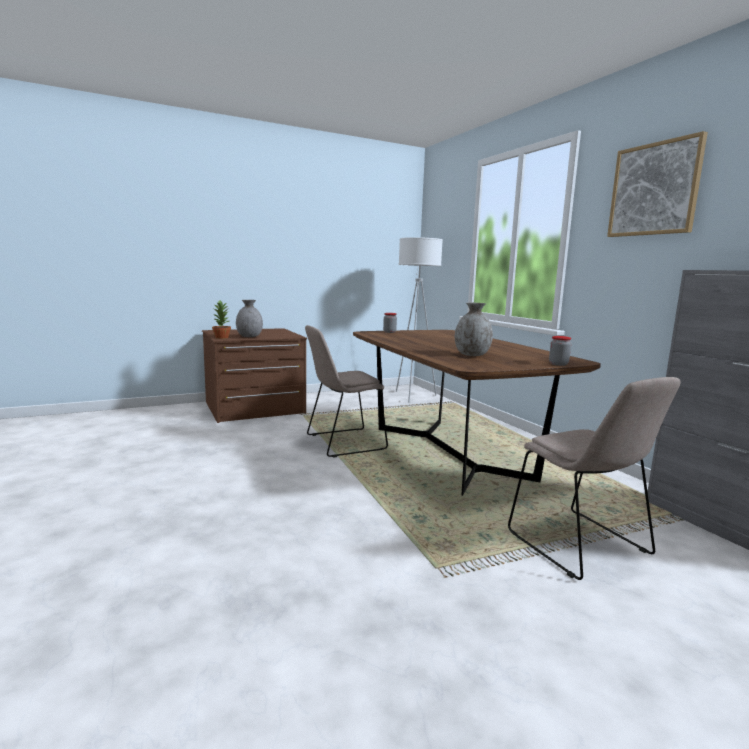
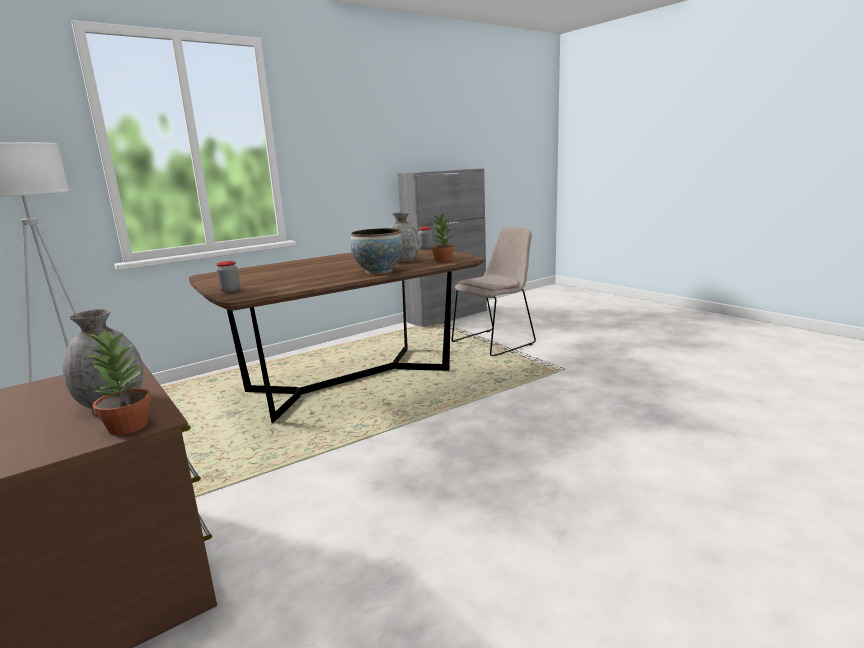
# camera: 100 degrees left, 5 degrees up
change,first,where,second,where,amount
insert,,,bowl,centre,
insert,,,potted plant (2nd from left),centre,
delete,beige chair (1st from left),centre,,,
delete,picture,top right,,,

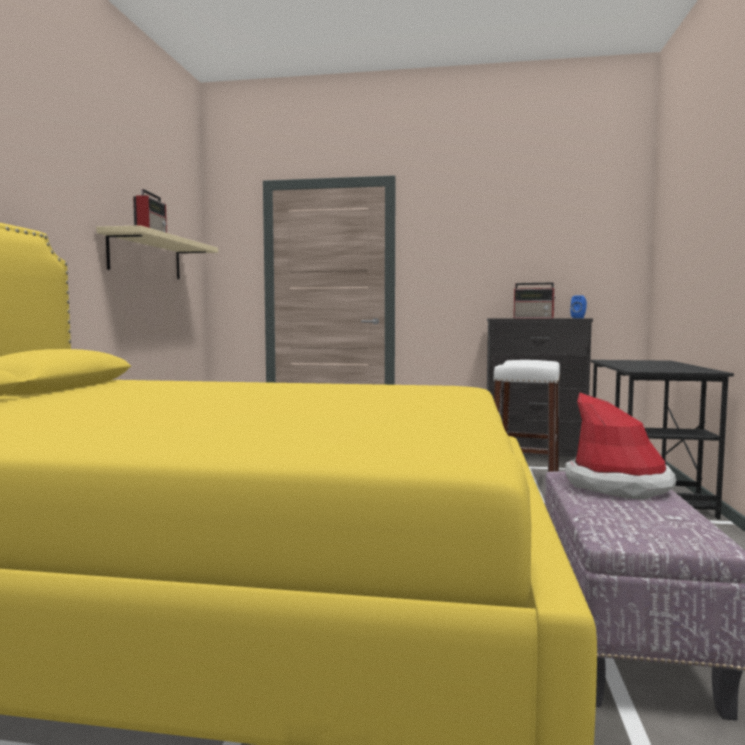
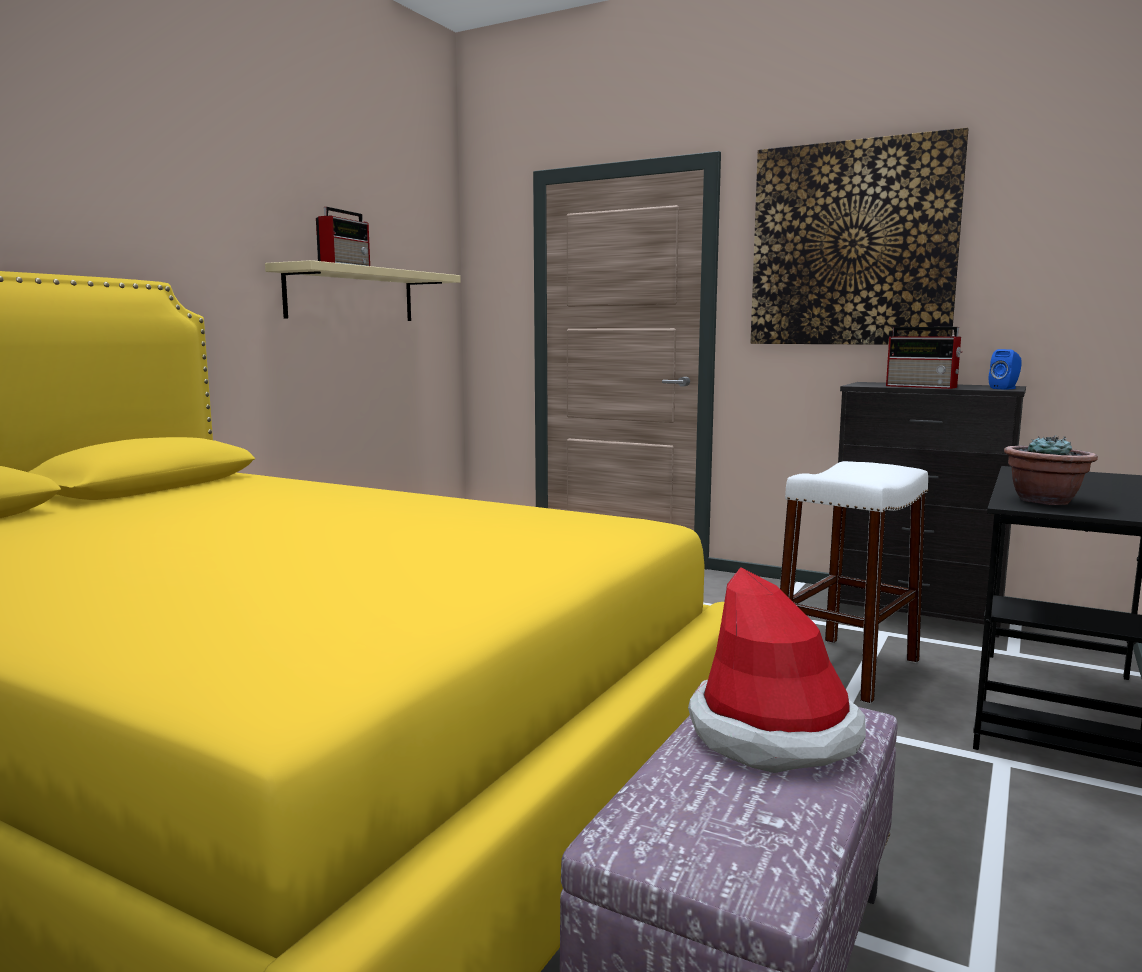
# camera: 20 degrees right, 5 degrees up
change,first,where,second,where,amount
insert,,,picture,top right,
insert,,,potted plant,middle right,

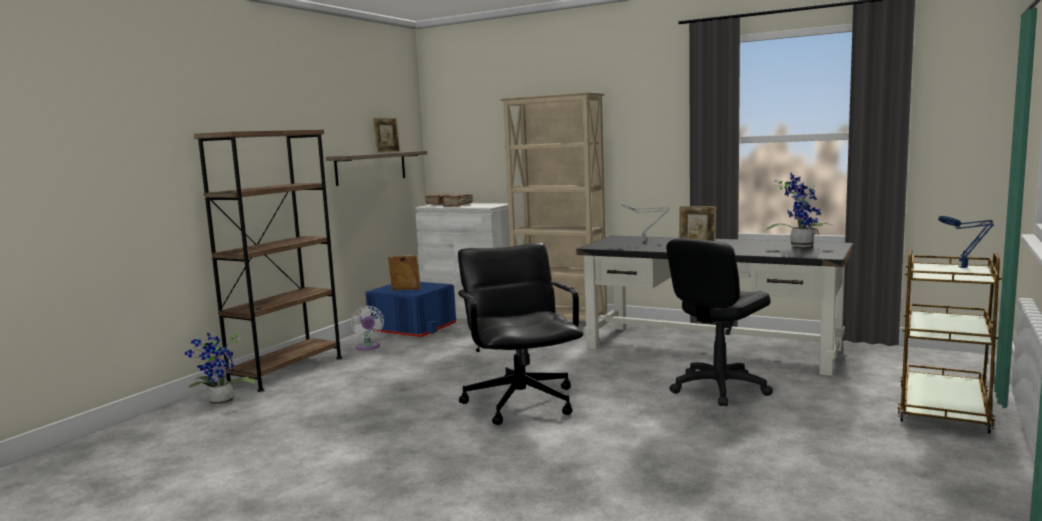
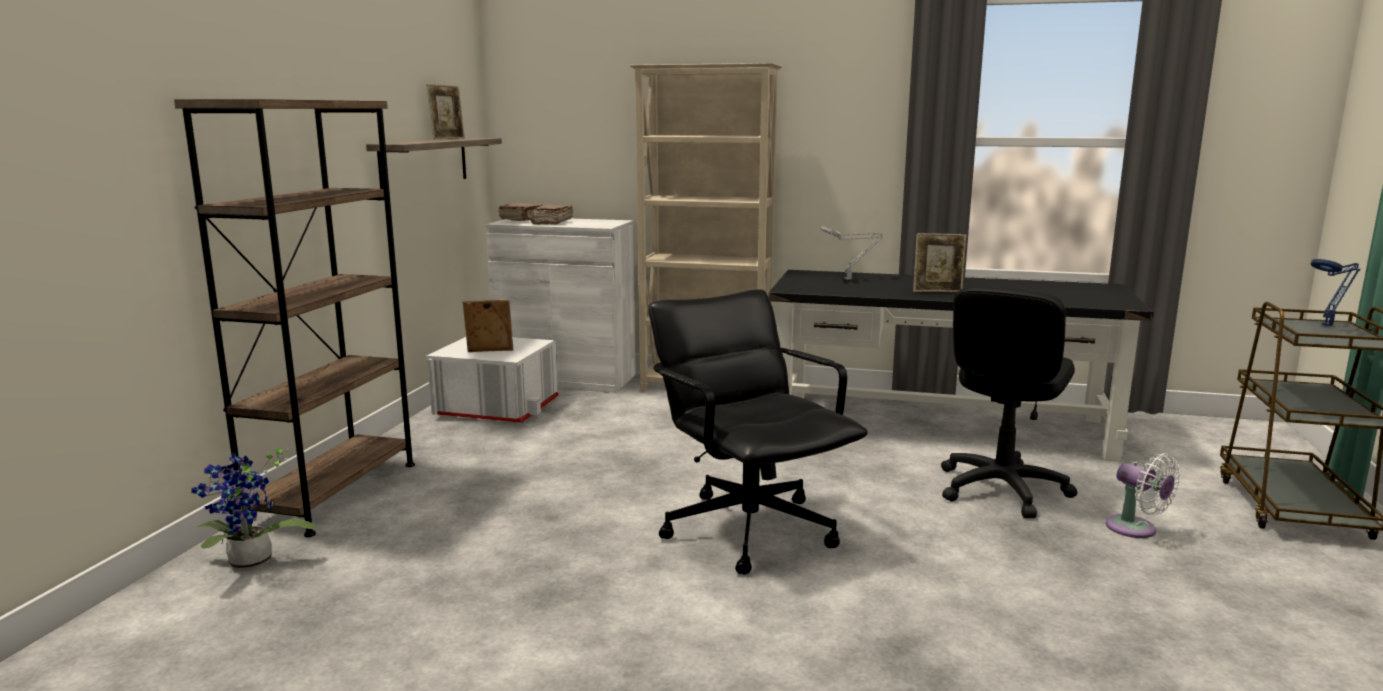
# camera: 15 degrees left, 5 degrees up
change,first,where,second,where,amount
recolor,blue storage box,centre,white storage box,centre,
move,white fan,centre,,bottom right,
delete,potted plant (2nd from left),middle right,,,

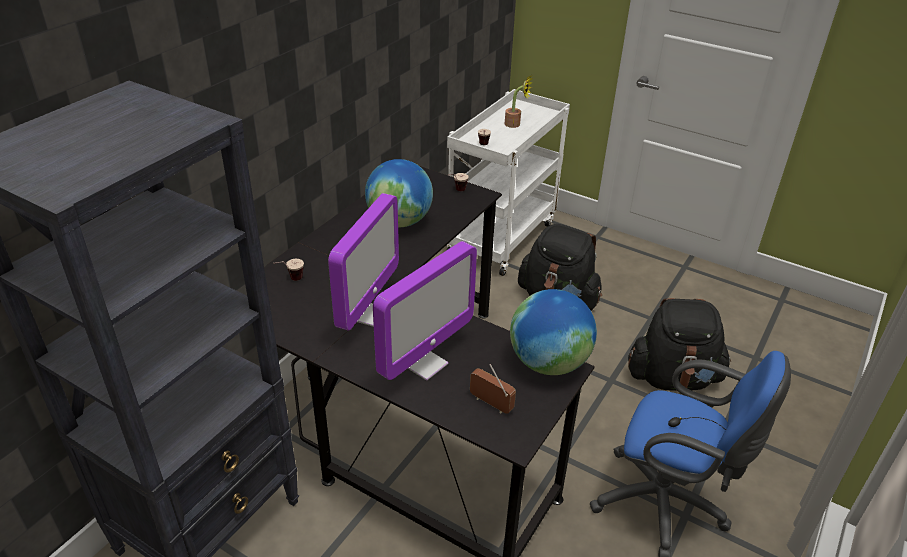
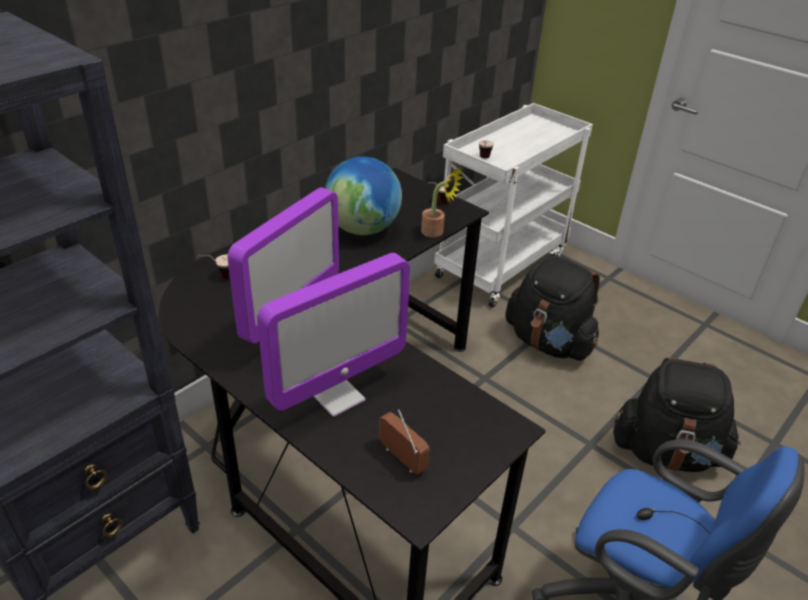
# camera: 10 degrees right, 0 degrees up
change,first,where,second,where,amount
move,potted plant,top centre,,centre,
delete,globe (2nd from left),centre,,,

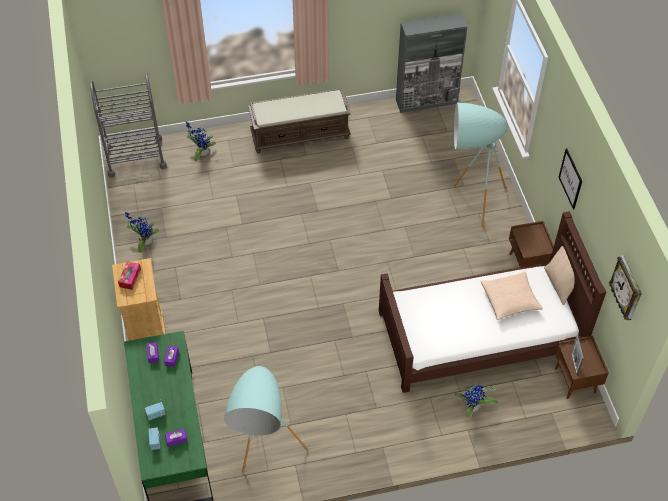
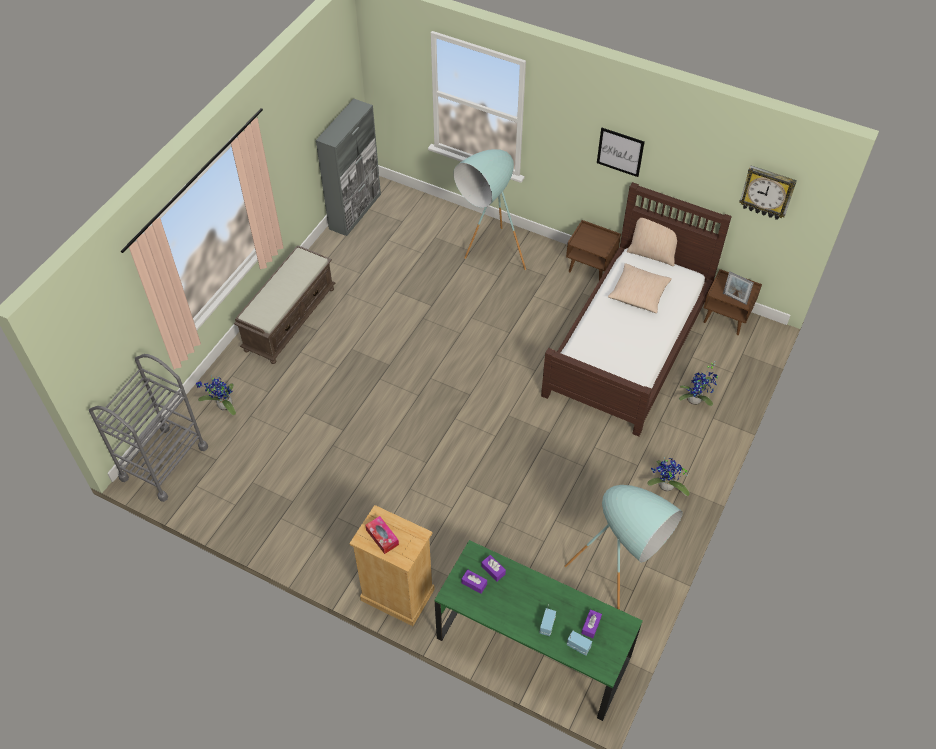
# camera: 50 degrees left, 0 degrees up
change,first,where,second,where,amount
move,potted plant (1st from left in the first image),middle left,potted plant (2nd from left),middle right,

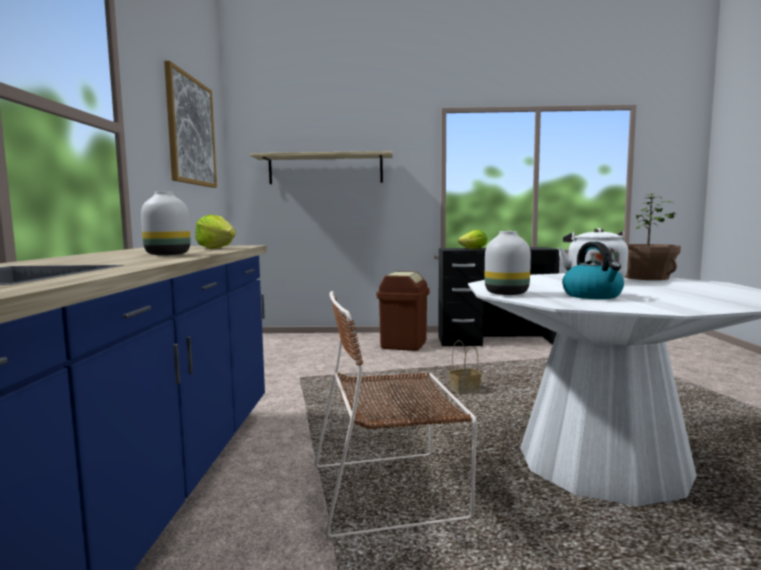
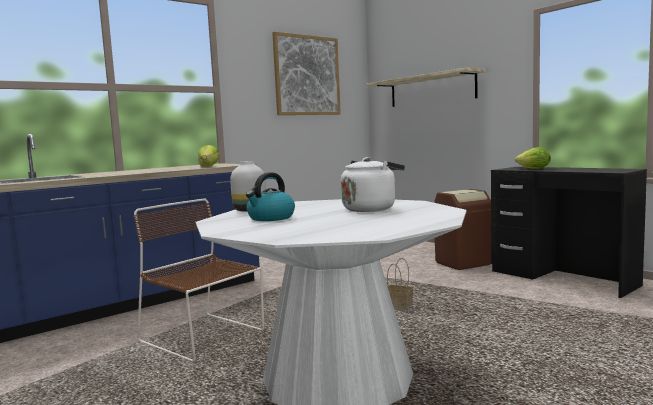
# camera: 50 degrees right, 0 degrees up
change,first,where,second,where,amount
delete,white vase (1st from left),middle left,,,
delete,potted plant,middle right,,,

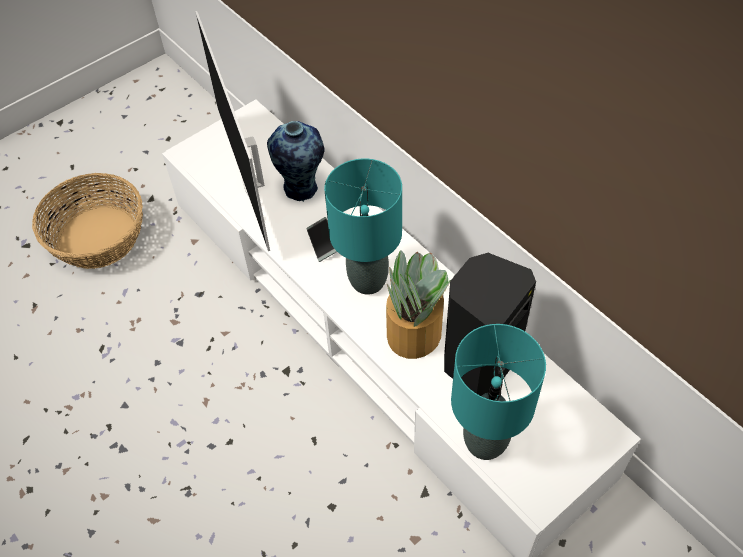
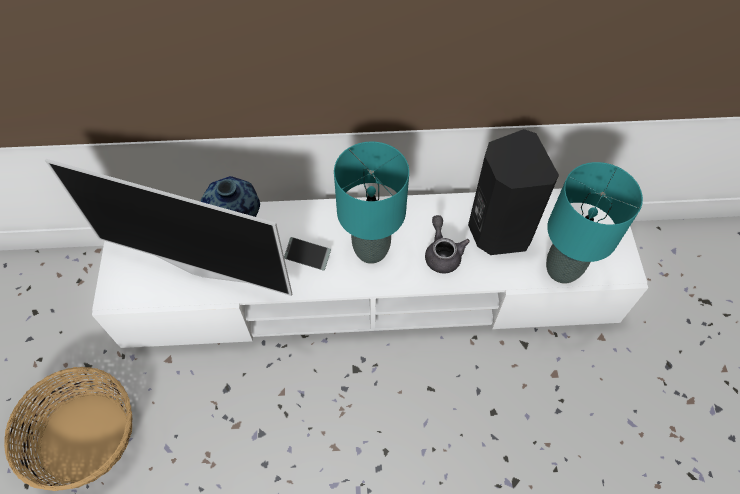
# camera: 55 degrees left, 5 degrees up
change,first,where,second,where,amount
replace,potted plant,centre,grey teapot,centre,

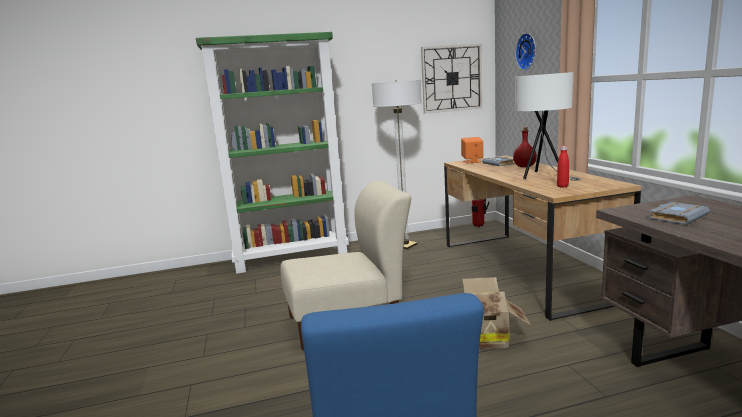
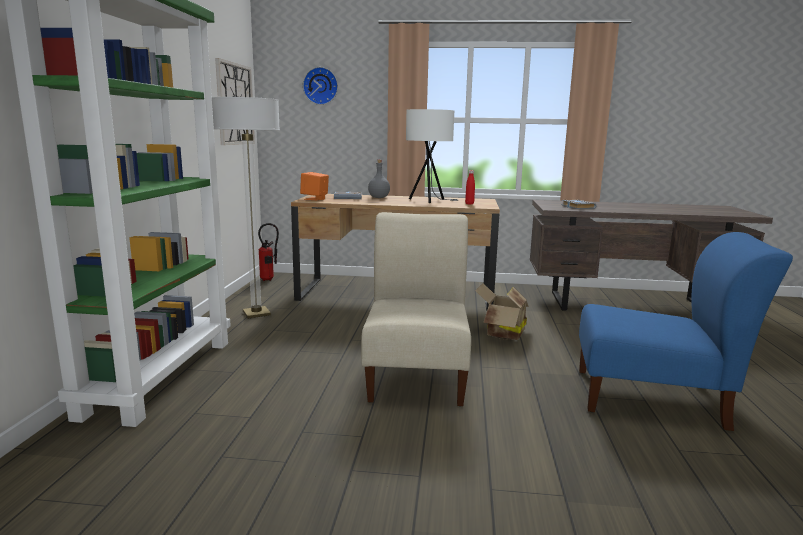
# camera: 70 degrees left, 0 degrees up
change,first,where,second,where,amount
recolor,red bottle (1st from left),middle right,grey bottle,centre,

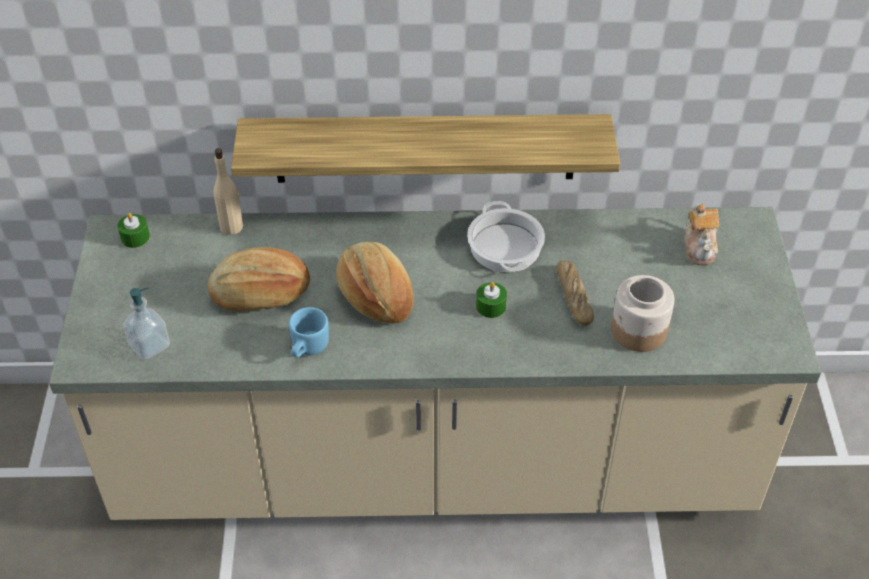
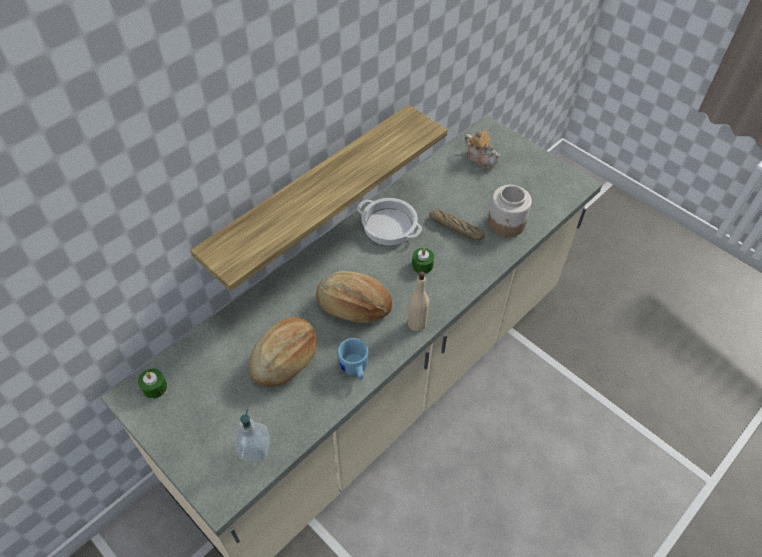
# camera: 45 degrees left, 5 degrees up
change,first,where,second,where,amount
move,beige bottle,top left,,centre,

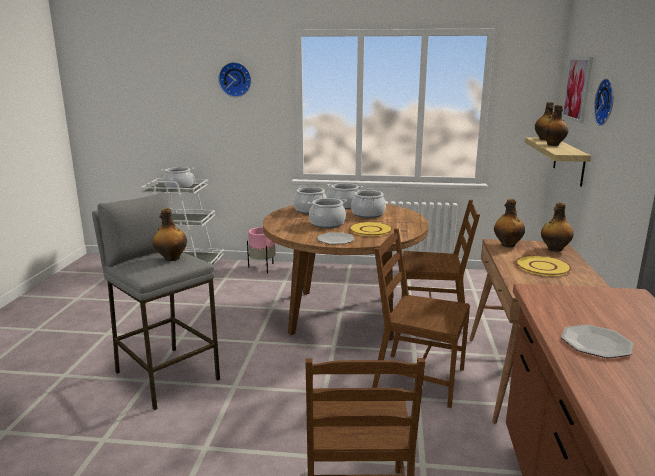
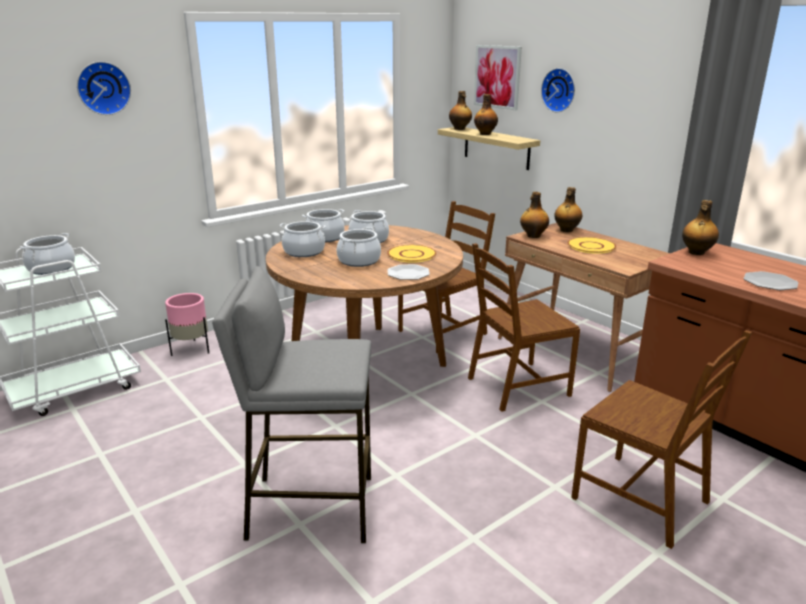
# camera: 45 degrees left, 5 degrees up
change,first,where,second,where,amount
move,bottle (1st from left in the first image),middle left,bottle (5th from left),middle right,

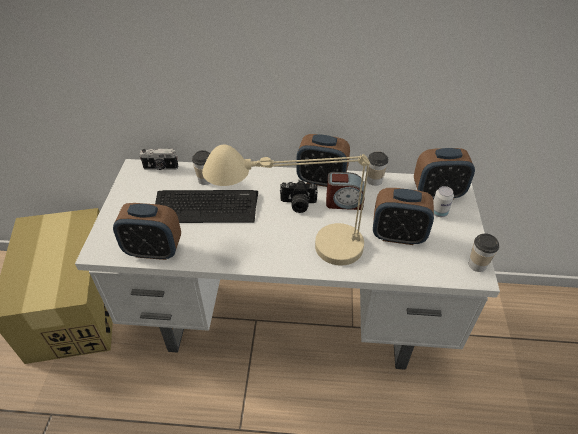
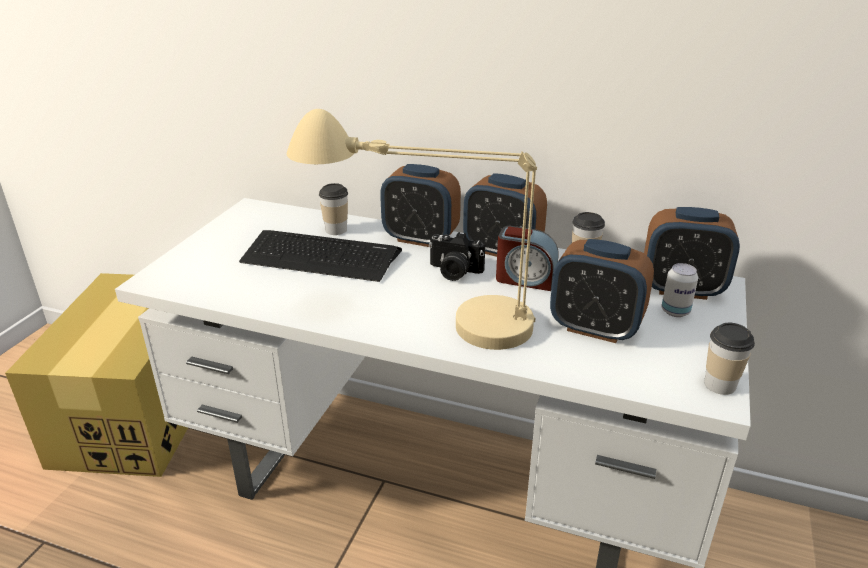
# camera: 15 degrees right, 15 degrees down
change,first,where,second,where,amount
move,alarm clock (1st from left),middle left,,centre,
delete,photo camera (1st from left),middle left,,,

